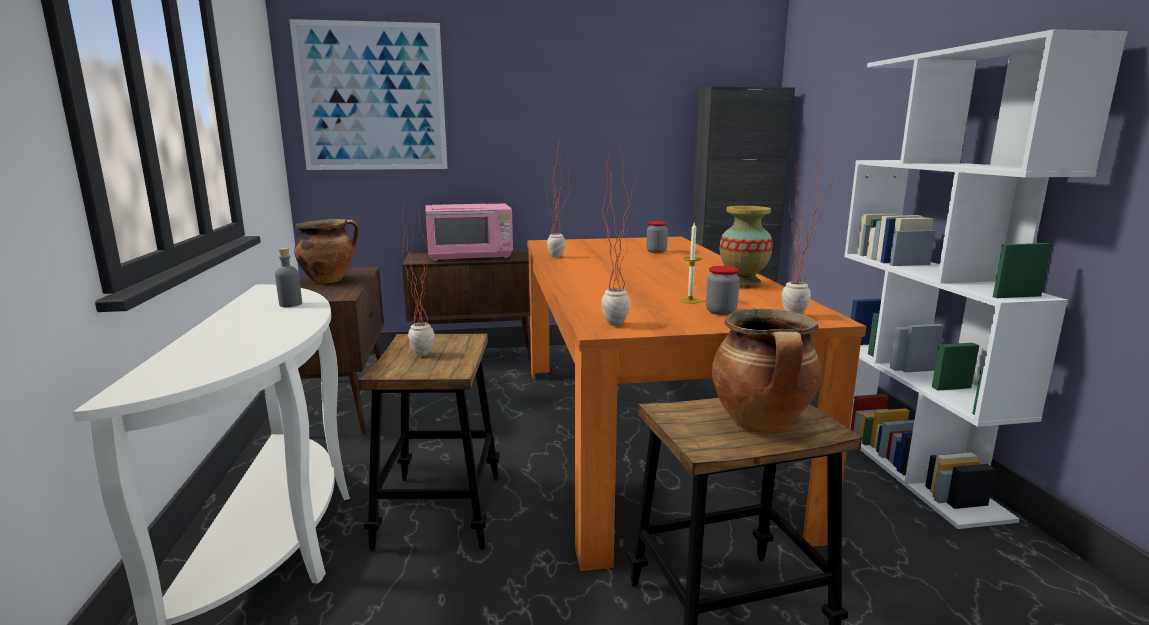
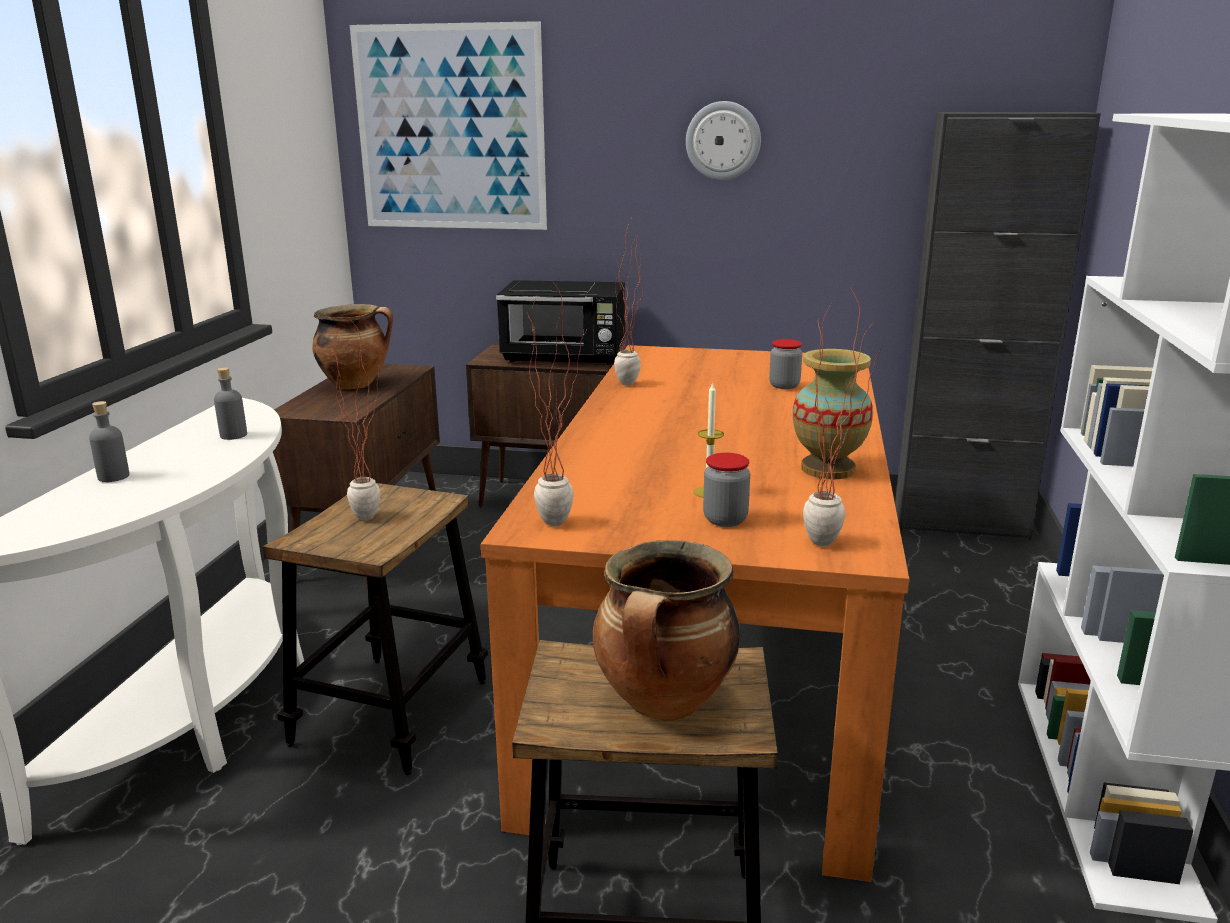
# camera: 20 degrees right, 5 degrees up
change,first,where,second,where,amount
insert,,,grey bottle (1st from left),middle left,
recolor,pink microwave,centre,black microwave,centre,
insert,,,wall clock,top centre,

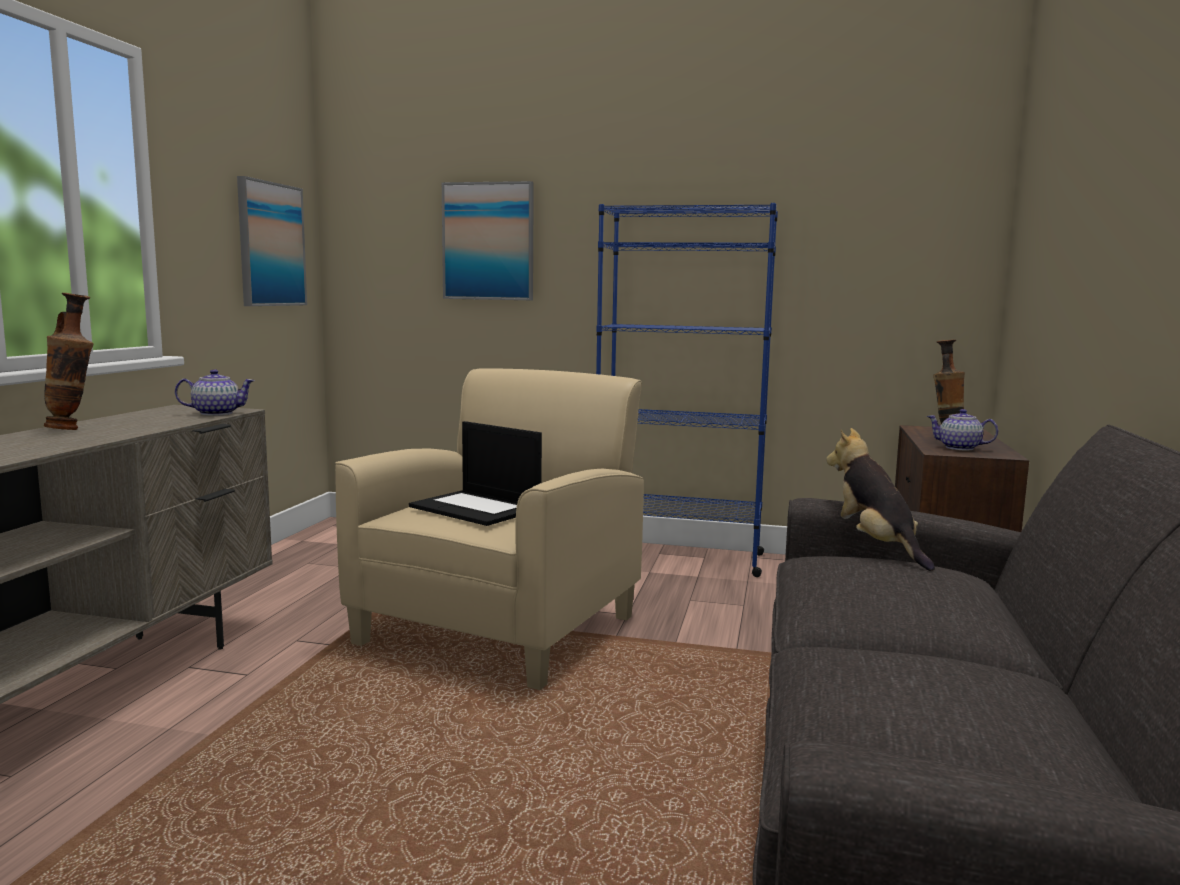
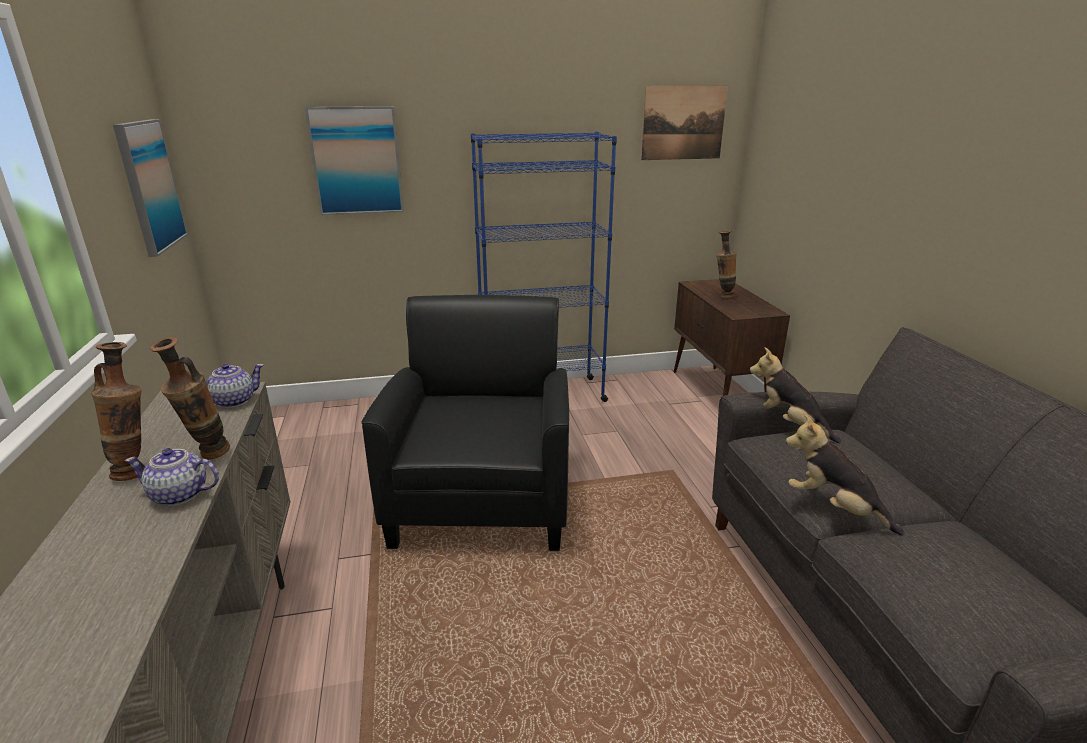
# camera: 25 degrees left, 15 degrees up
change,first,where,second,where,amount
move,teapot (2nd from left in the first image),middle right,teapot (1st from left),middle left,
insert,,,vase (2nd from left),middle left,
recolor,beige armchair,centre,black armchair,centre,
insert,,,picture (3rd from left),top centre,
insert,,,plush toy (2nd from left),middle right,
delete,laptop,centre,,,

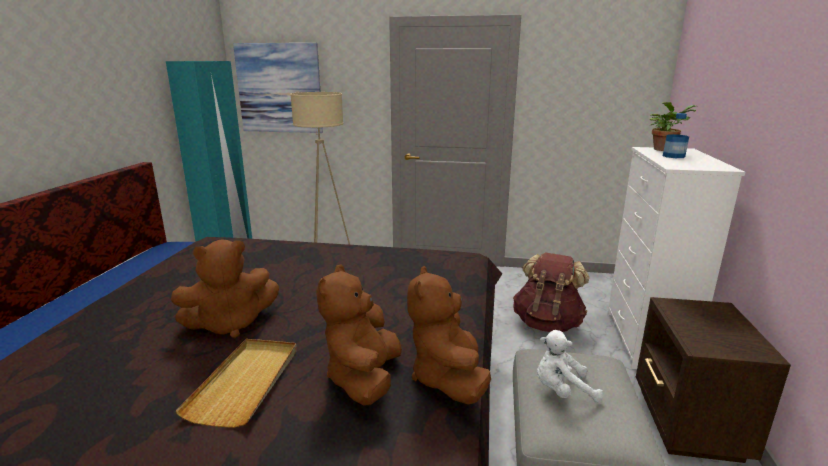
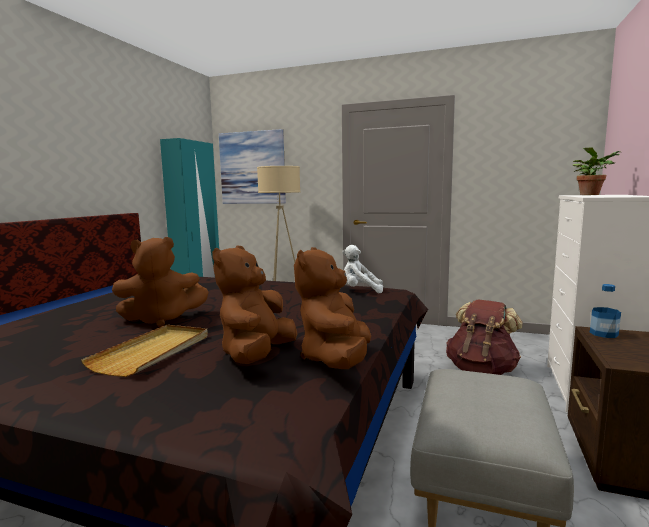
# camera: 10 degrees right, 10 degrees down
change,first,where,second,where,amount
move,white plush toy,bottom right,,centre,
move,bottle,top right,,middle right,

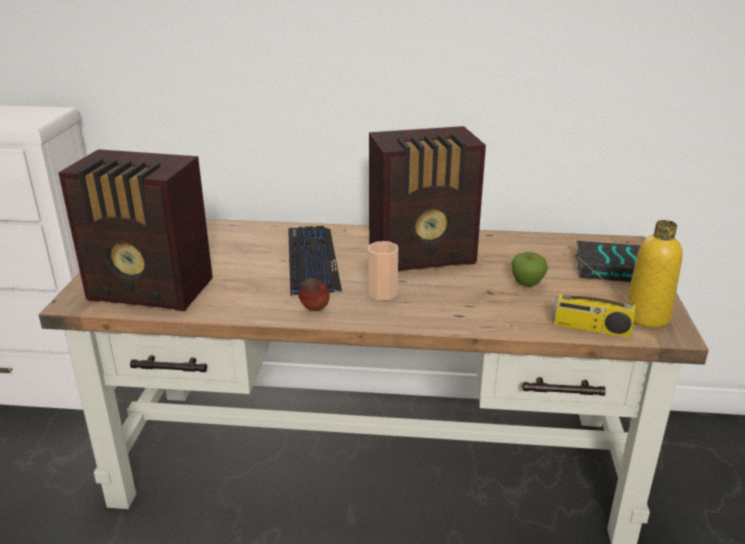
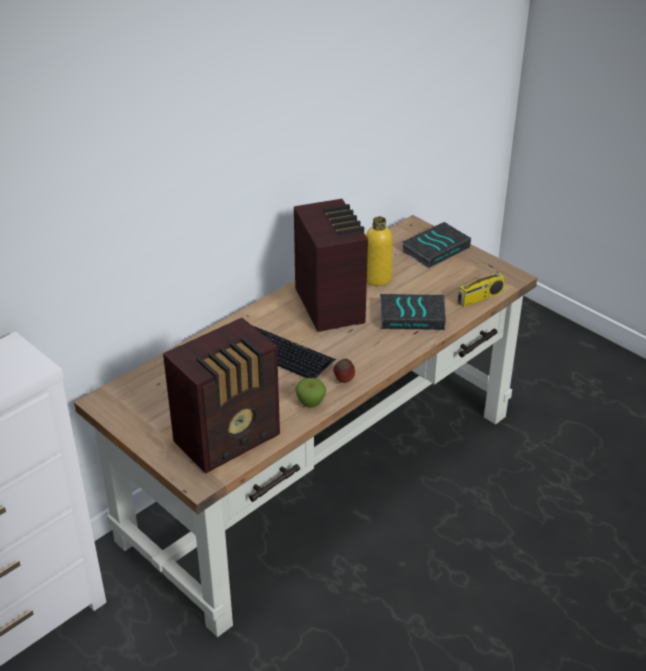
# camera: 50 degrees left, 10 degrees up
change,first,where,second,where,amount
rotate,radio (2nd from left),centre,,centre,45 degrees counterclockwise
move,apple (2nd from left in the first image),middle right,apple (1st from left),centre,
move,yellow bottle,middle right,,centre,
insert,,,book (1st from left),centre,
delete,cup,centre,,,

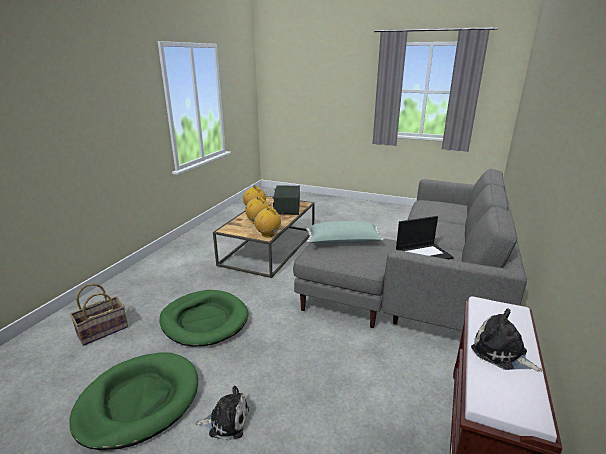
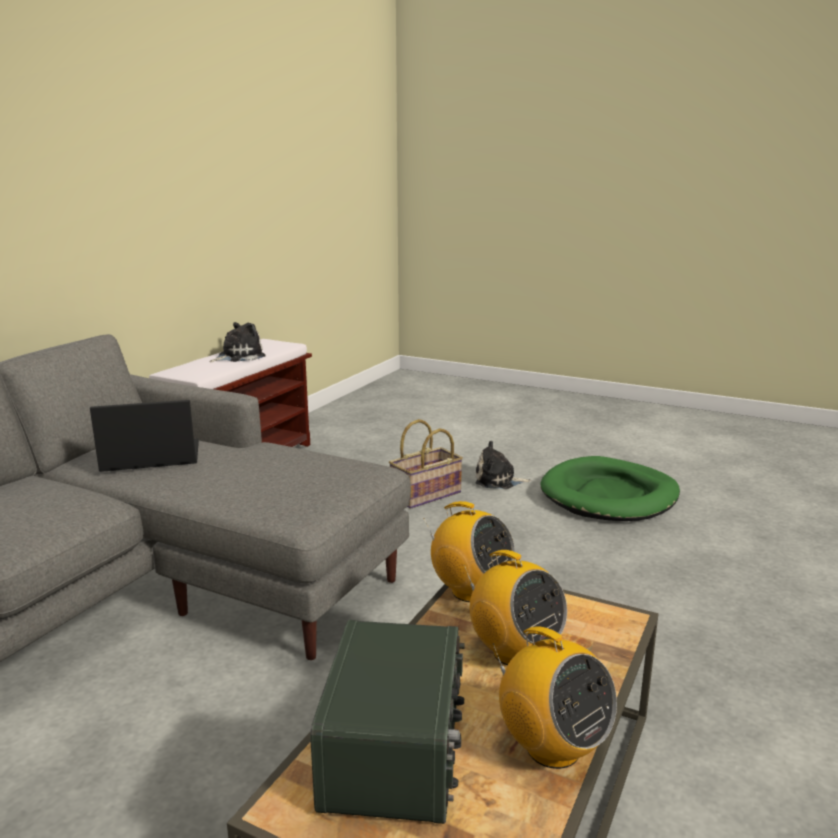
# camera: 175 degrees left, 5 degrees down
change,first,where,second,where,amount
rotate,plush toy (2nd from left in the first image),bottom right,plush toy (1st from left),middle left,90 degrees counterclockwise
move,basket,bottom left,,centre,
delete,green dog bed (2nd from left),bottom centre,,,
delete,green pillow,centre,,,

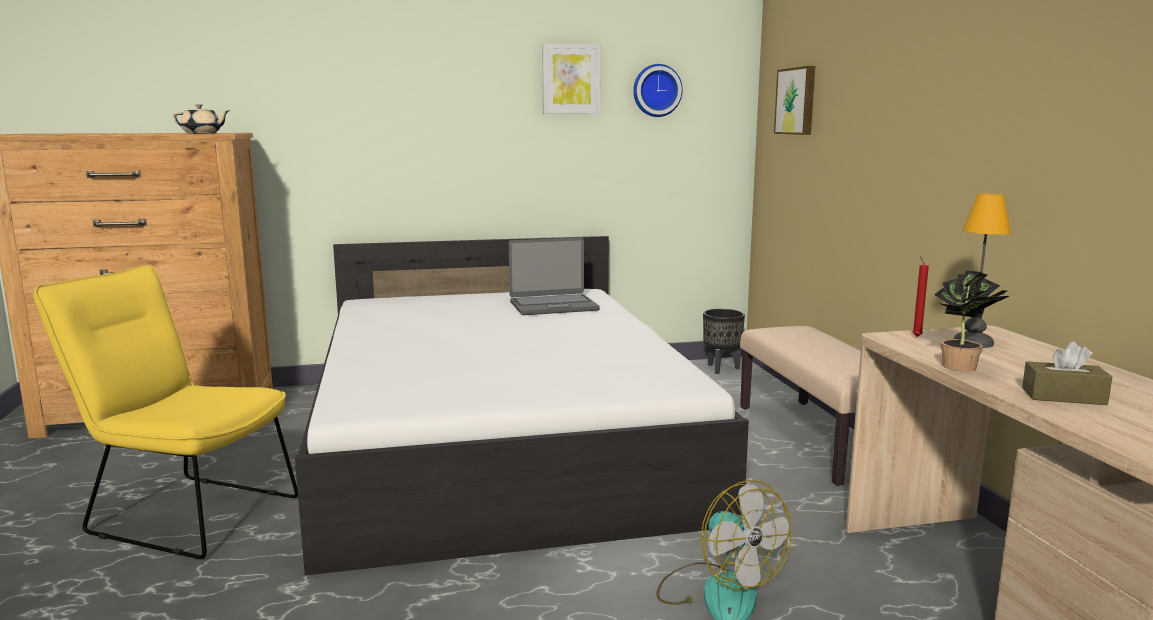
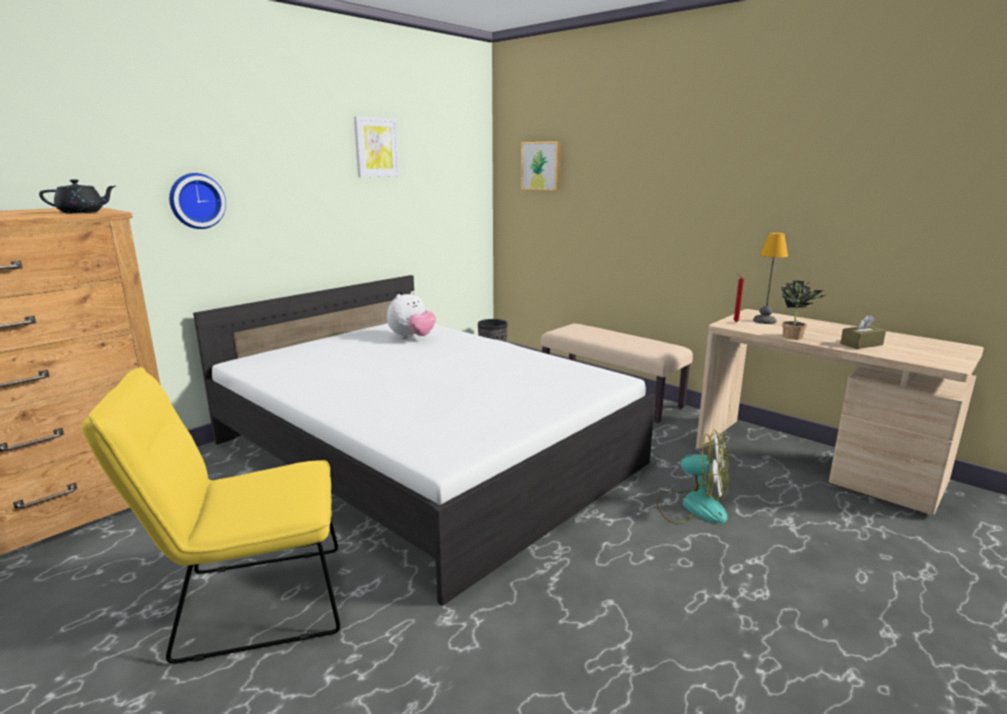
# camera: 35 degrees left, 5 degrees up
change,first,where,second,where,amount
recolor,beige teapot,top left,black teapot,top left,
move,wall clock,top centre,,top left,
replace,laptop,centre,plush toy,centre,

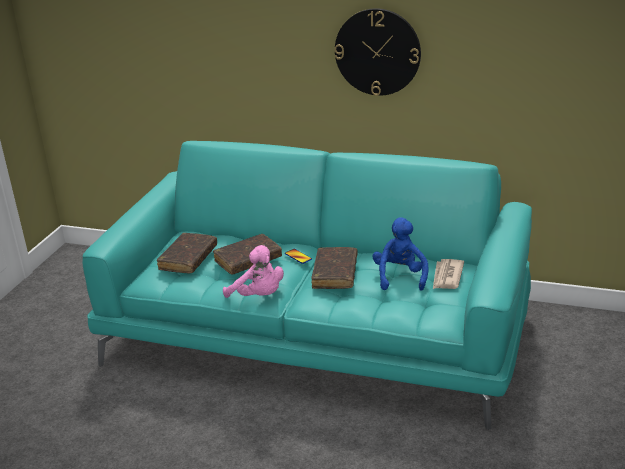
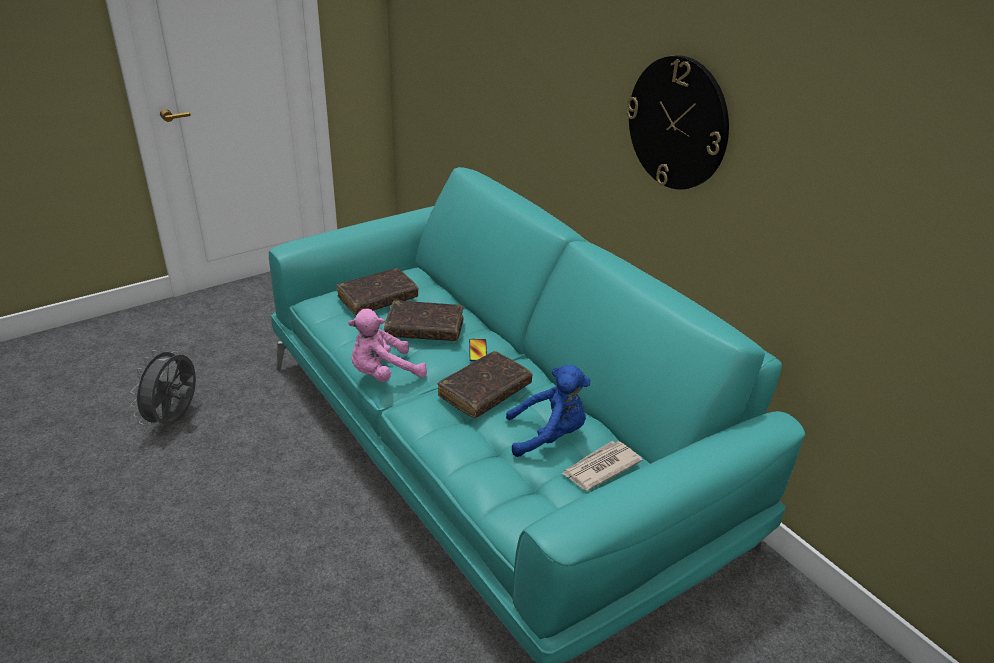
# camera: 35 degrees right, 5 degrees up
change,first,where,second,where,amount
insert,,,grey fan,middle left,
rotate,pink plush toy,centre,,centre,75 degrees clockwise
rotate,blue plush toy,centre,,centre,45 degrees clockwise

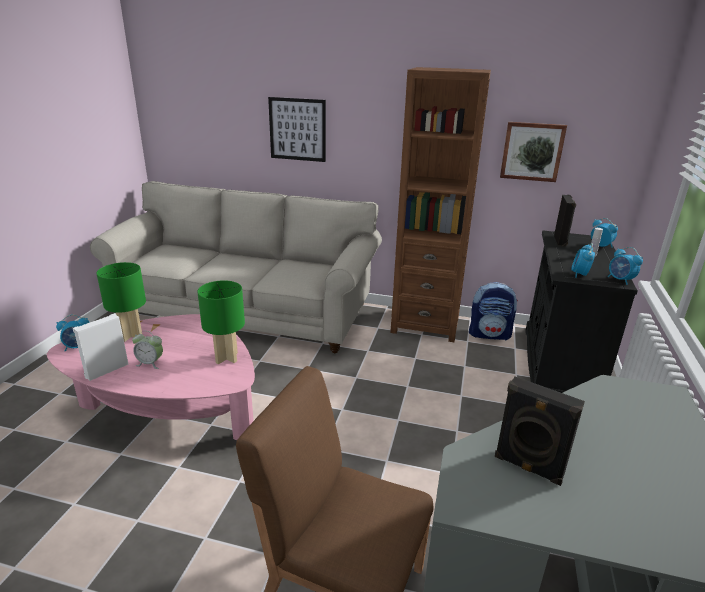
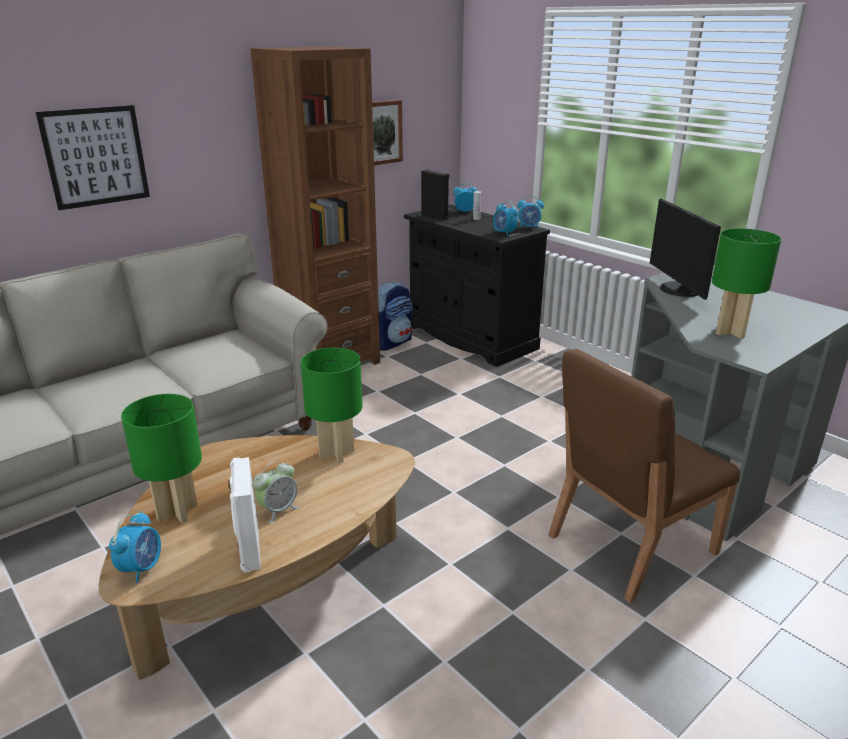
# camera: 55 degrees left, 0 degrees up
change,first,where,second,where,amount
recolor,pink coffee table,middle left,brown coffee table,bottom left,
insert,,,monitor,middle right,
replace,black speaker (1st from left),bottom right,green table lamp (3rd from left),middle right,

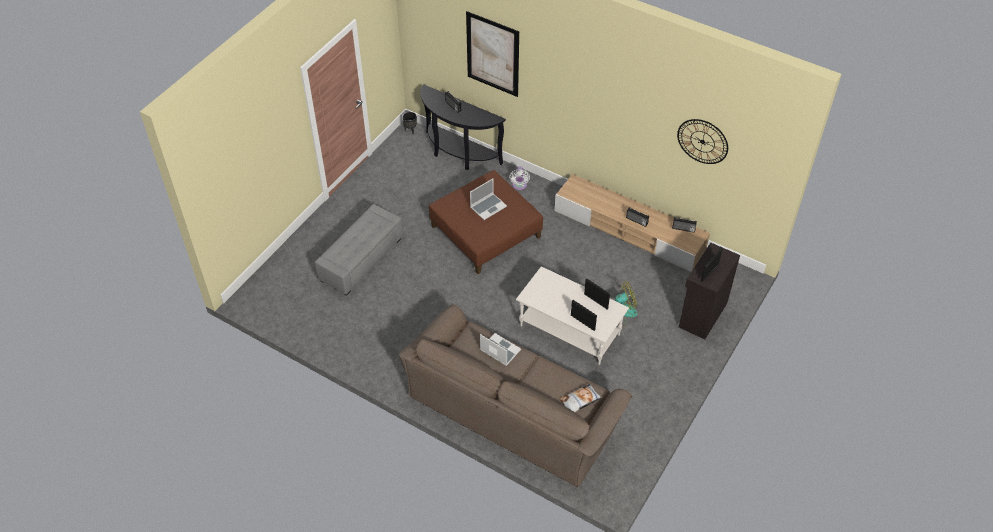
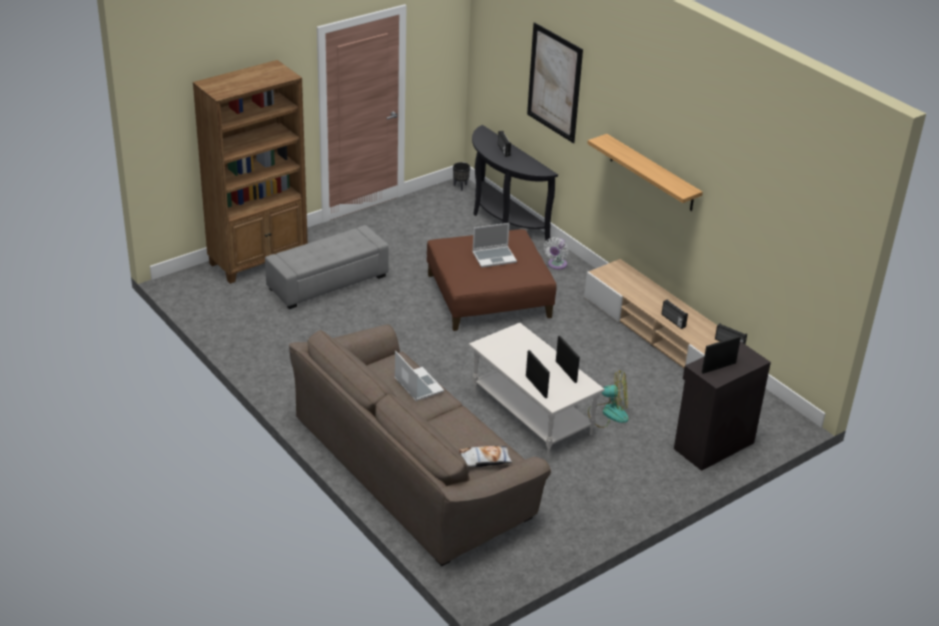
# camera: 20 degrees right, 15 degrees down
change,first,where,second,where,amount
insert,,,brown bookcase,top left,
insert,,,shelf,top right,
delete,wall clock,top right,,,

